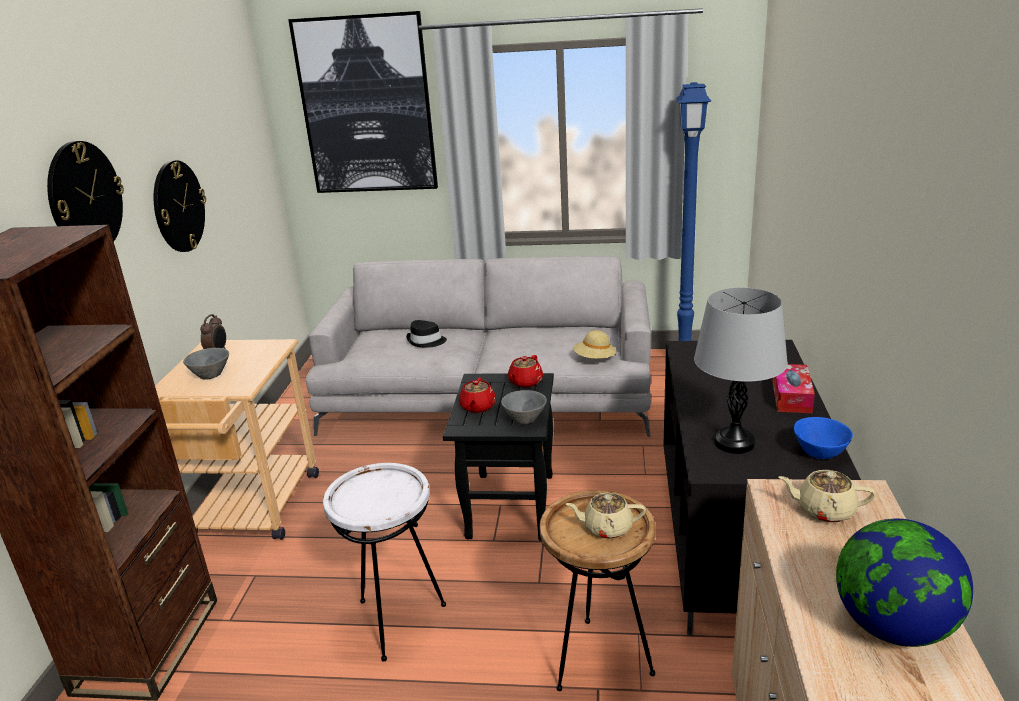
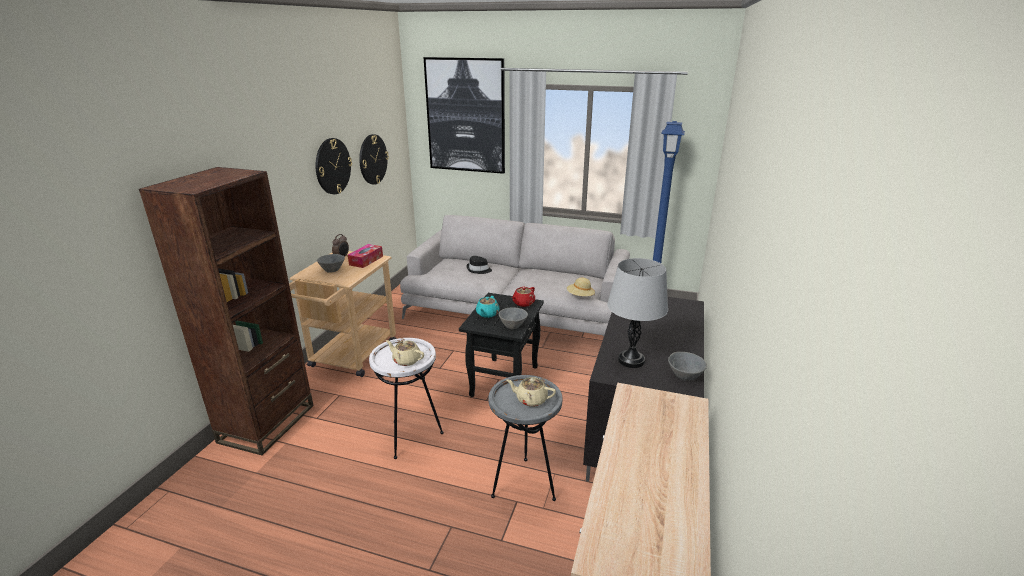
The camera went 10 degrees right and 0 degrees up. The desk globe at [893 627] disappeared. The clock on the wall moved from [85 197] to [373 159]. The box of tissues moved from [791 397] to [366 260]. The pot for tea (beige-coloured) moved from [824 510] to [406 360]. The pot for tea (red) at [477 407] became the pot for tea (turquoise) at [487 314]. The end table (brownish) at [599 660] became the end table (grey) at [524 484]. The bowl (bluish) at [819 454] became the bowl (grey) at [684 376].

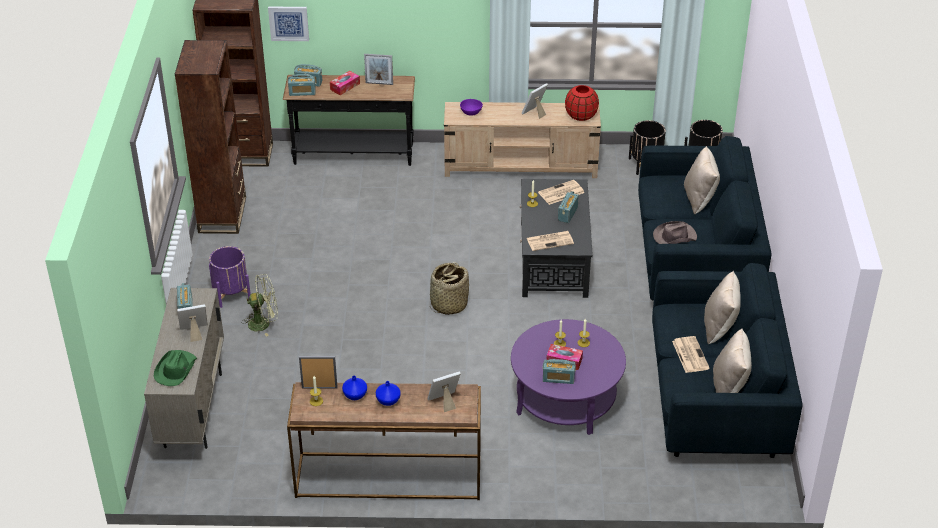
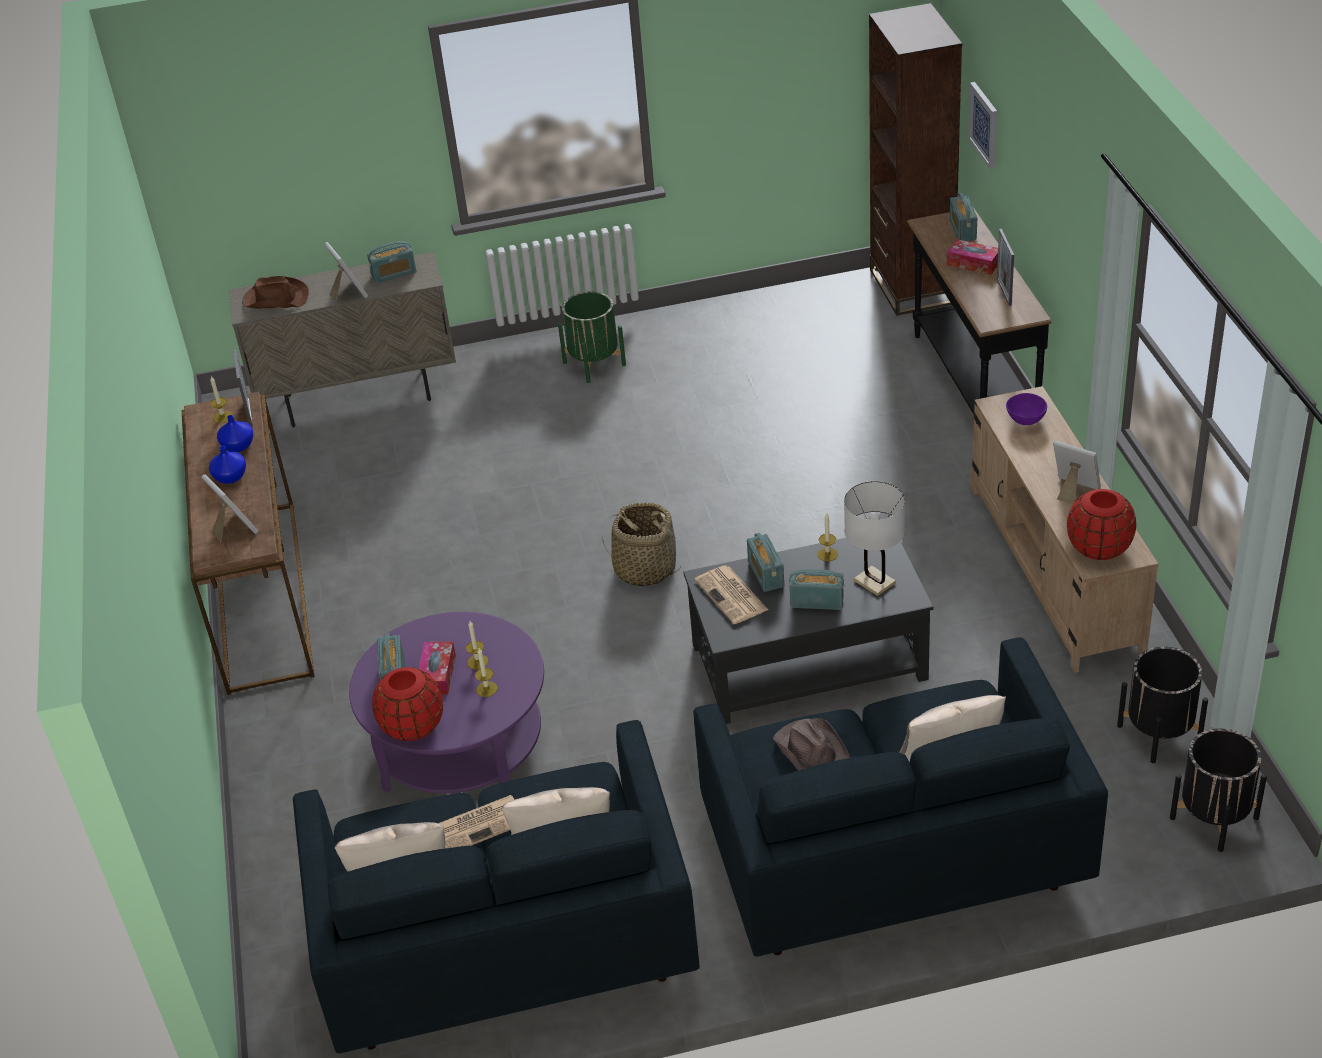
The camera went 80 degrees right and 0 degrees up. The bookcase (brownish) at [222 215] disappeared. The cooling fan (greenish) at [264 323] disappeared. The vase (red) at [413 726] appeared. The radio receiver moved from [302 92] to [765 574]. The newspaper at [560 193] was replaced by the lamp for a table (whitish) at [874 582]. The wearable hat (greenish) at [175 369] became the wearable hat (brownish) at [275 298]. The planter (purple-coloured) at [231 294] became the planter (greenish) at [594 363].

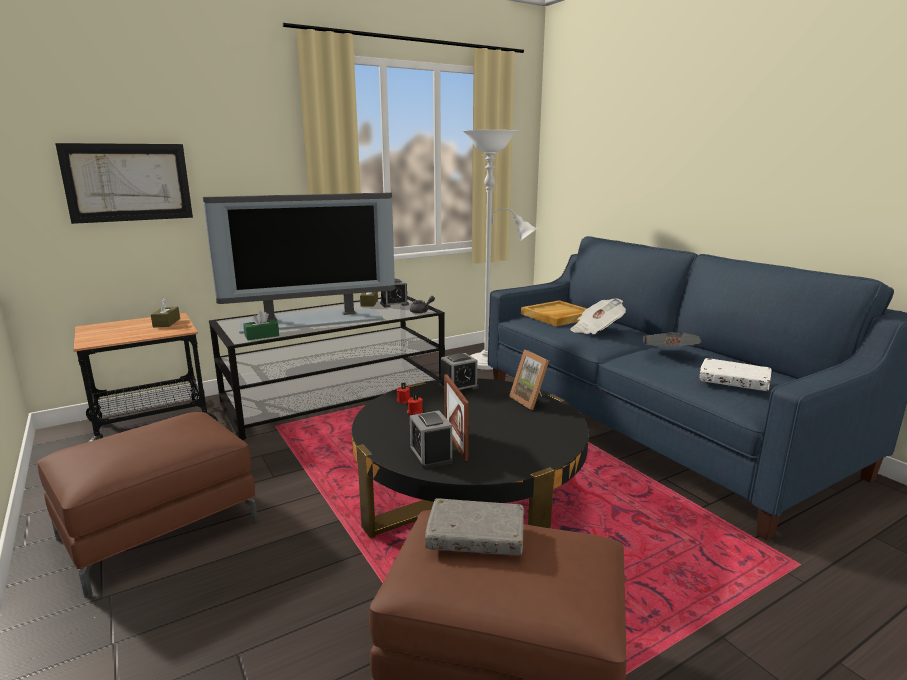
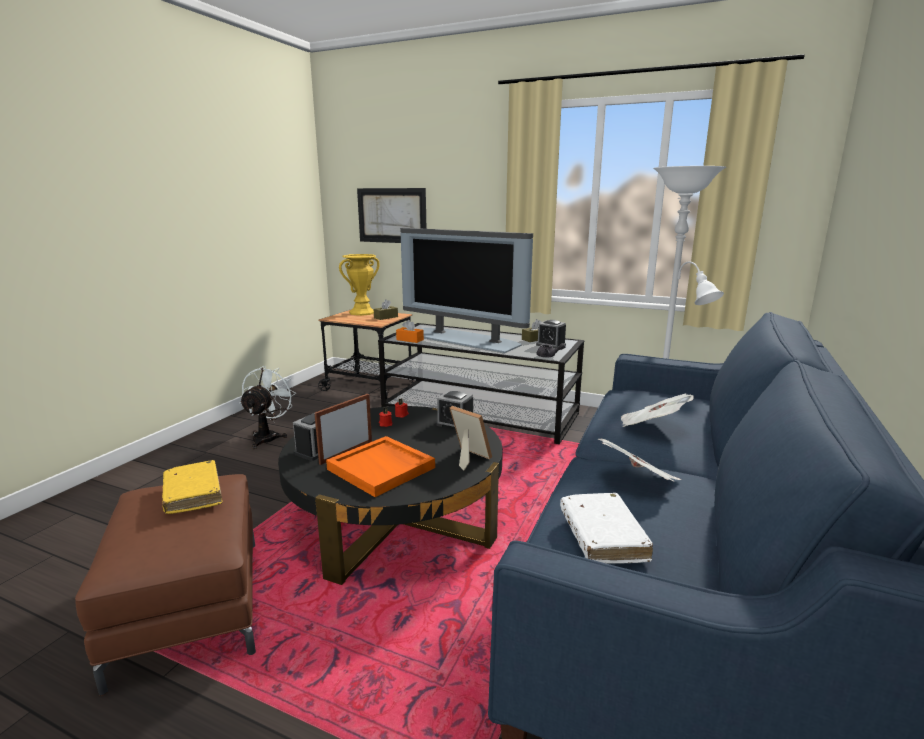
The camera went 55 degrees right and 0 degrees up. The serving tray (beige-coloured) at [557 316] disappeared. The serving tray (orange-coloured) at [382 468] appeared. The vase (yellowish) at [362 312] appeared. The ottoman (brownish) at [159 529] was replaced by the cooling fan (whitish) at [268 437]. The box of tissues (greenish) at [262 336] became the box of tissues (orange-coloured) at [410 340]. The bound book (grey) at [475 537] became the bound book (yellowish) at [193 494]. The photo frame at [531 400] turned 105 degrees clockwise.

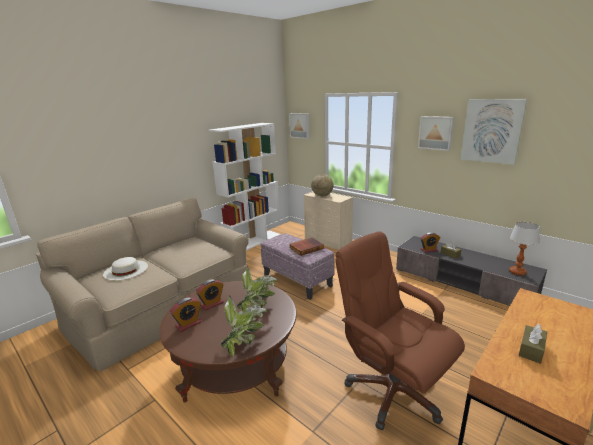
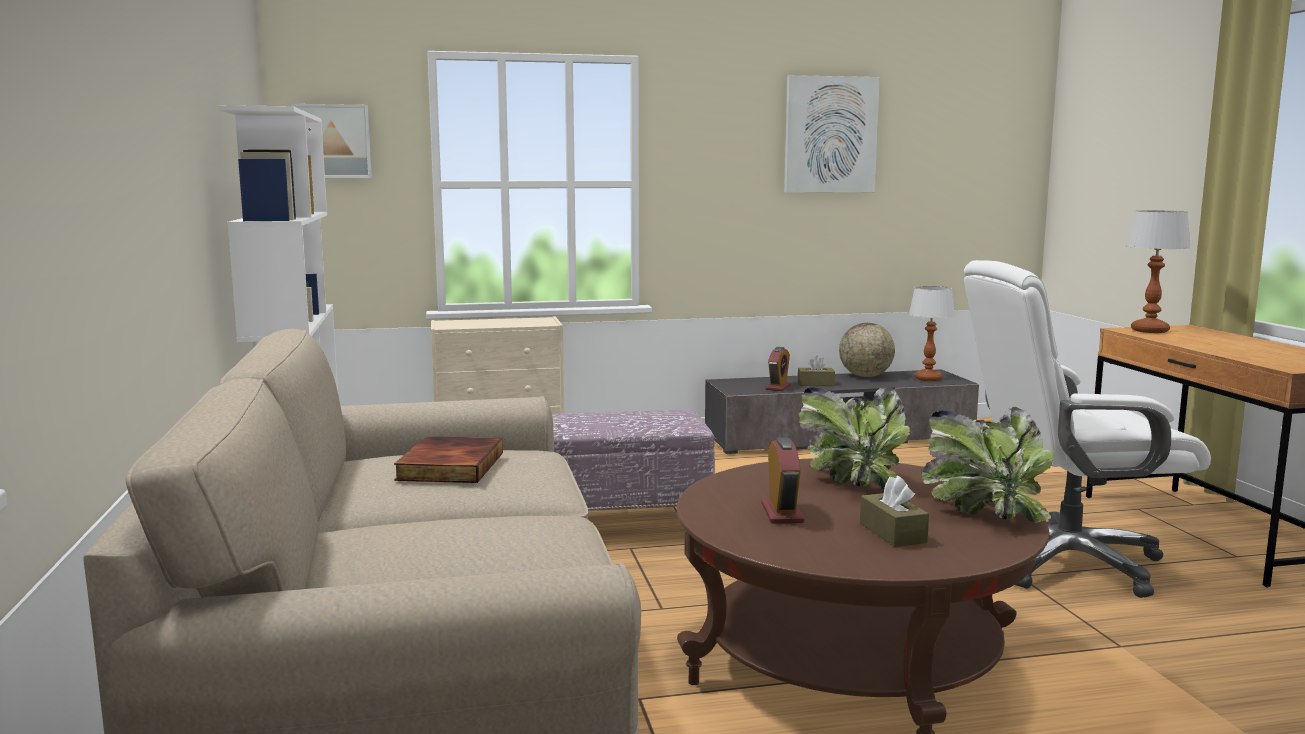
The camera went 55 degrees left and 10 degrees down. The wearable hat (whitish) at [126 270] disappeared. The bedside clock at [188 324] disappeared. The picture at [436 132] disappeared. The lamp for a table at [1149 331] appeared. The bound book moved from [306 247] to [448 466]. The desk globe moved from [322 195] to [865 376]. The box of tissues (brownish) moved from [531 349] to [892 533]. The desk chair (brownish) at [392 391] became the desk chair (whitish) at [1065 563].

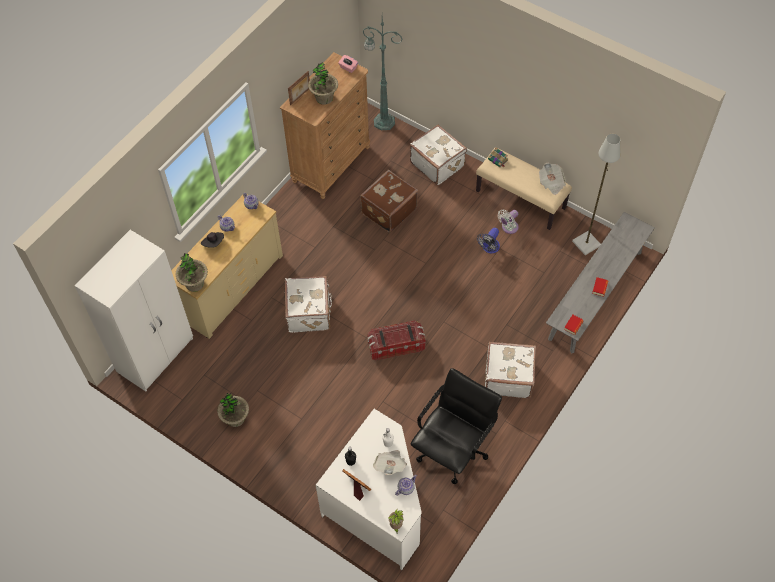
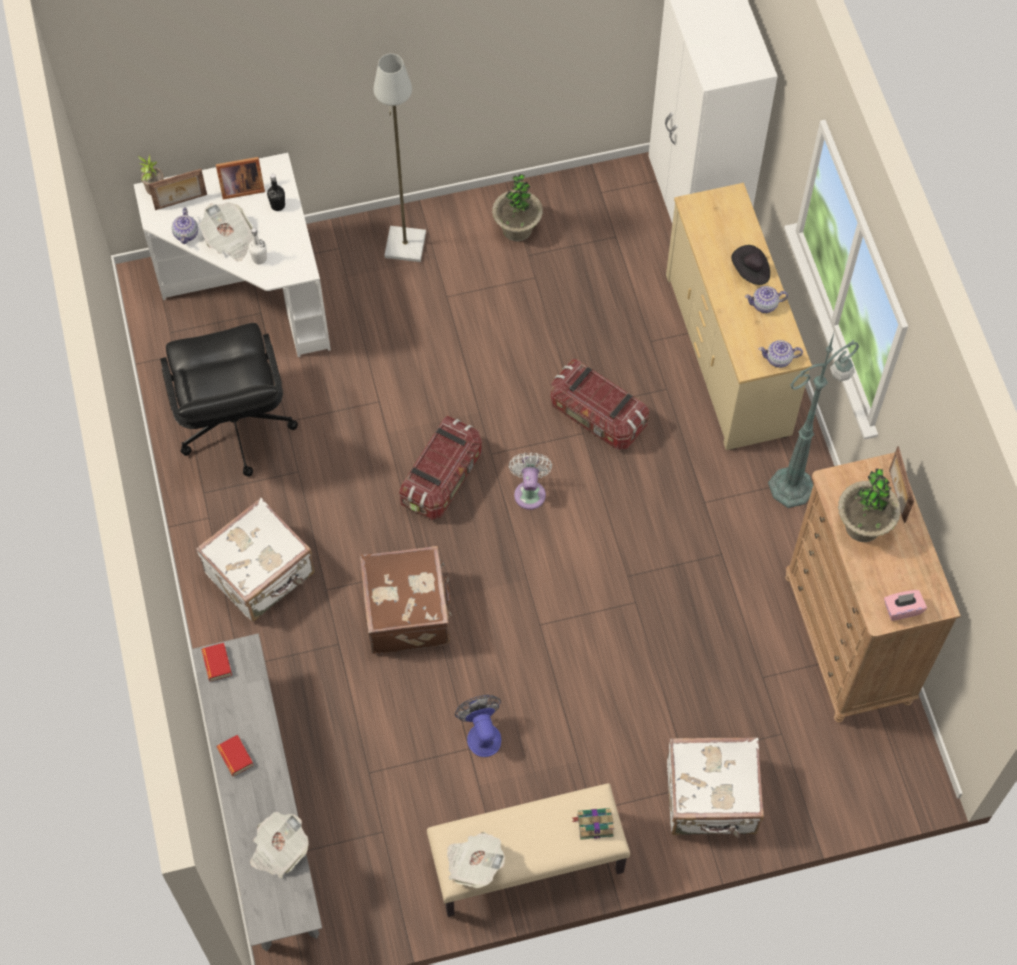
The camera went 130 degrees right and 5 degrees up. The potted plant at [194 284] disappeared. The photo frame at [181 202] appeared. The newspaper at [279 850] appeared. The piece of luggage (brownish) moved from [388 210] to [408 612]. The floor lamp (greenish) moved from [383 121] to [793 486]. The cooling fan (whitish) moved from [508 228] to [530 491]. The floor lamp (grey) moved from [587 243] to [404 245]. The piece of luggage (whitish) at [309 312] was replaced by the storage container at [597 416].

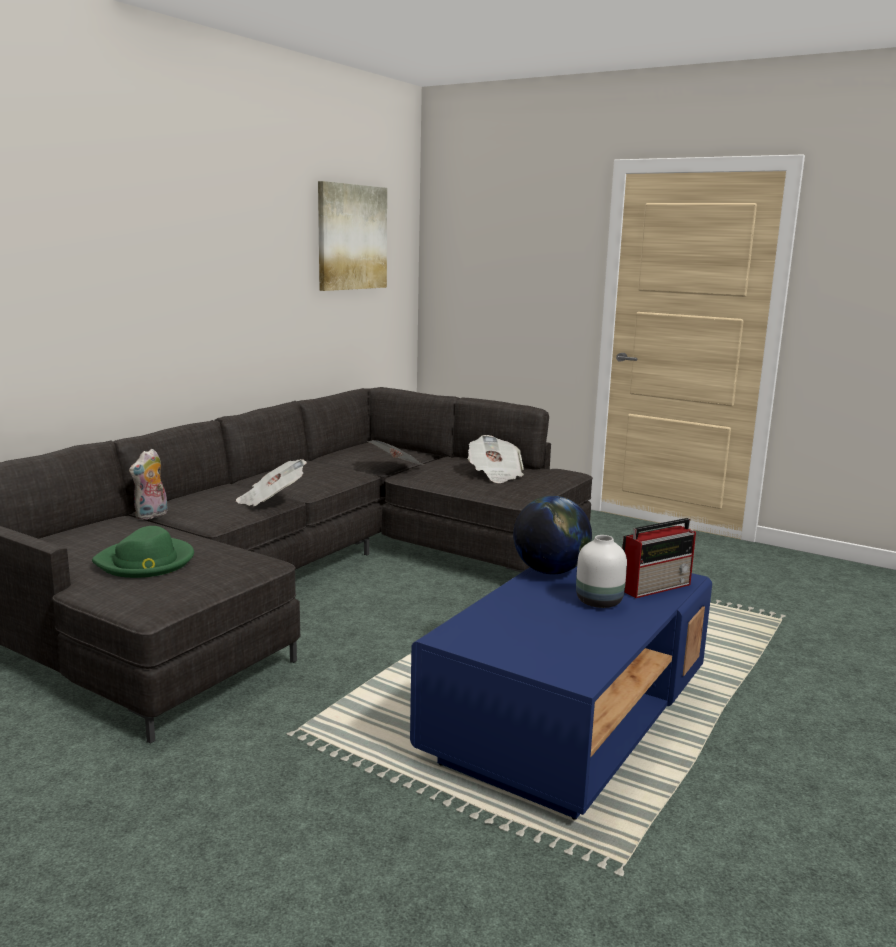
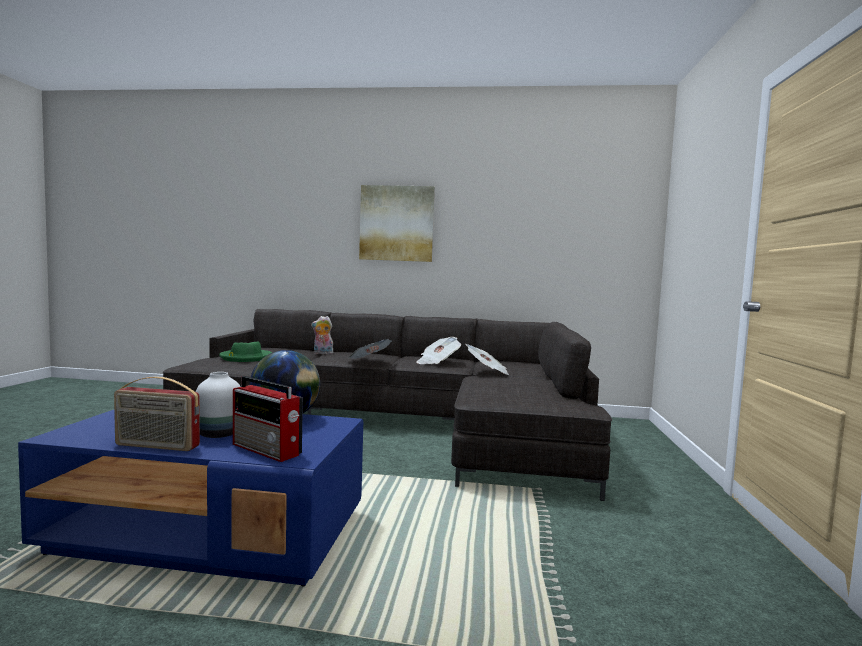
The camera went 65 degrees right and 10 degrees down. The radio receiver at [156 446] appeared. The picture moved from [351 237] to [397 223]. The newspaper moved from [495 475] to [437 362].

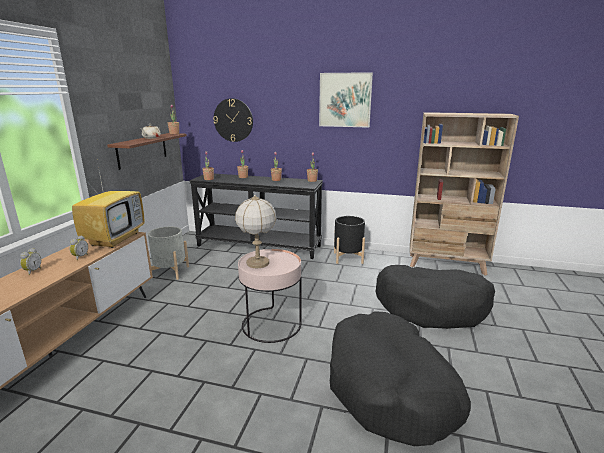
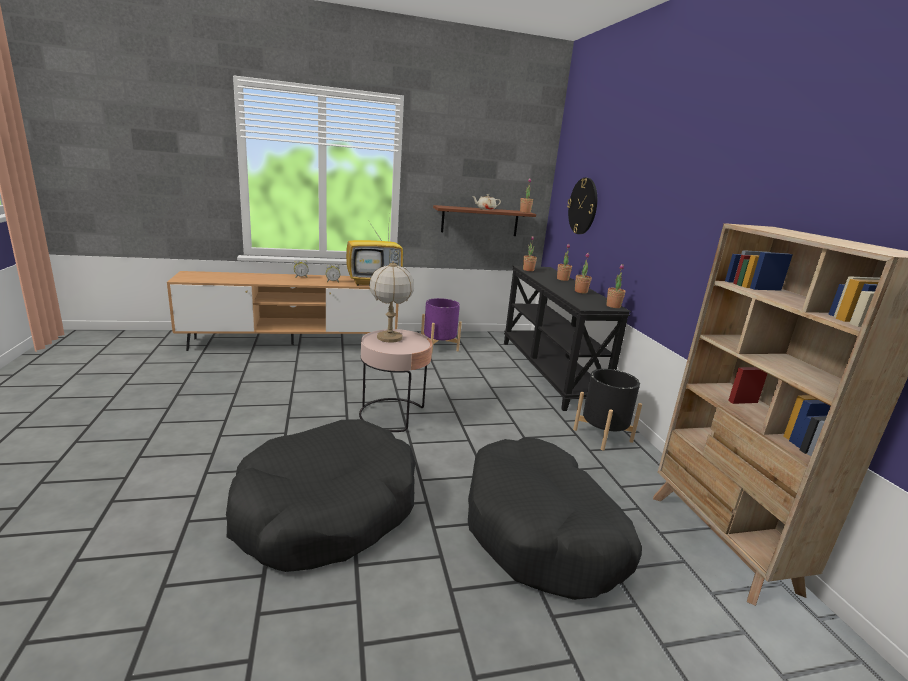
The camera went 60 degrees right and 0 degrees up. The picture at [345 100] disappeared. The planter (grey) at [170 272] became the planter (purple-coloured) at [439 346].

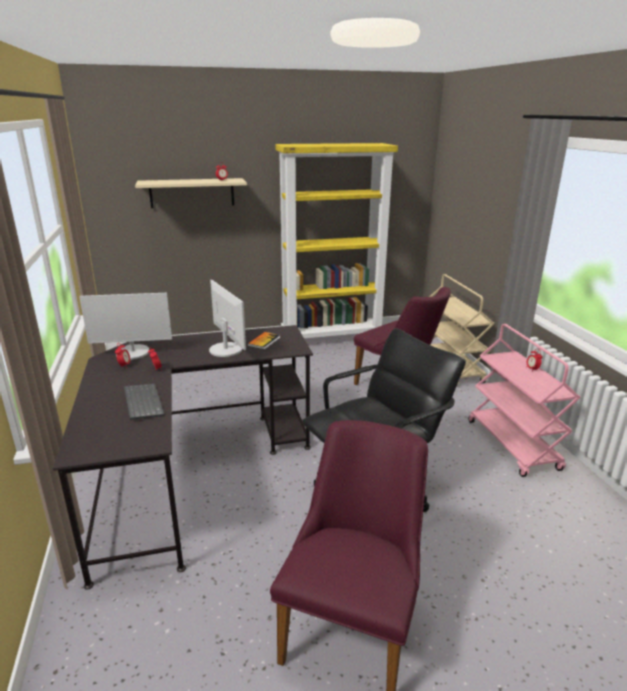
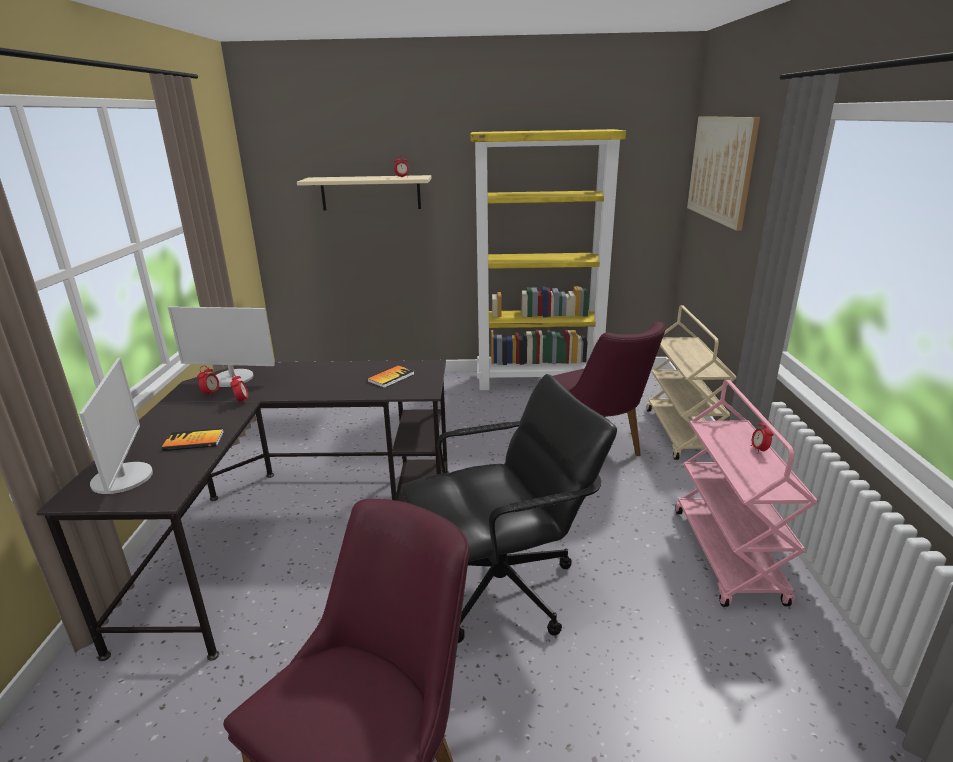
The camera went 15 degrees right and 0 degrees up. The picture at [721 169] appeared. The monitor moved from [226 349] to [123 478]. The computer keyboard at [142 402] was replaced by the bound book at [194 441].

